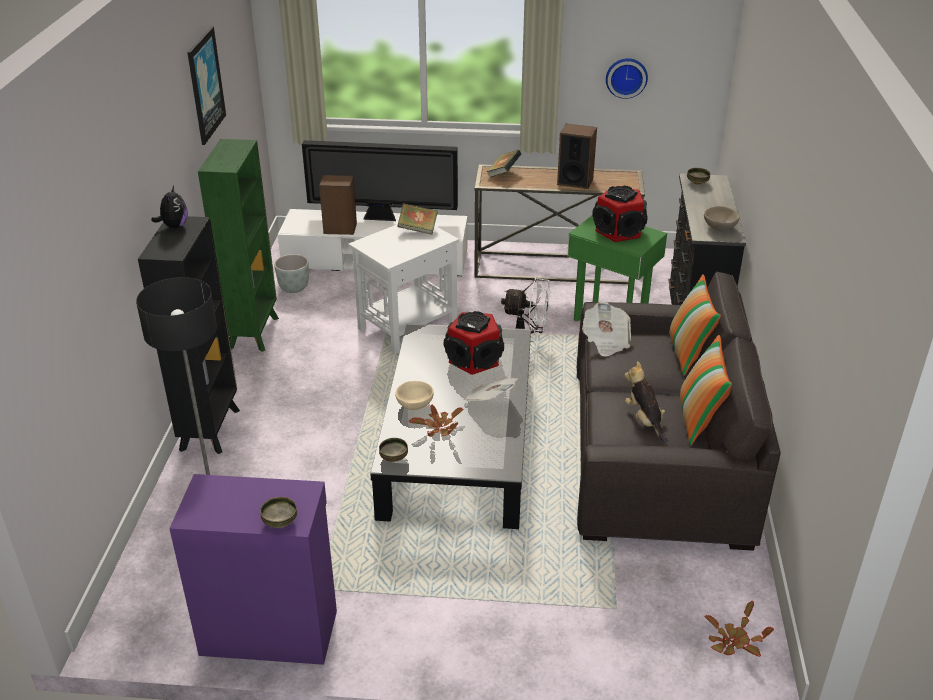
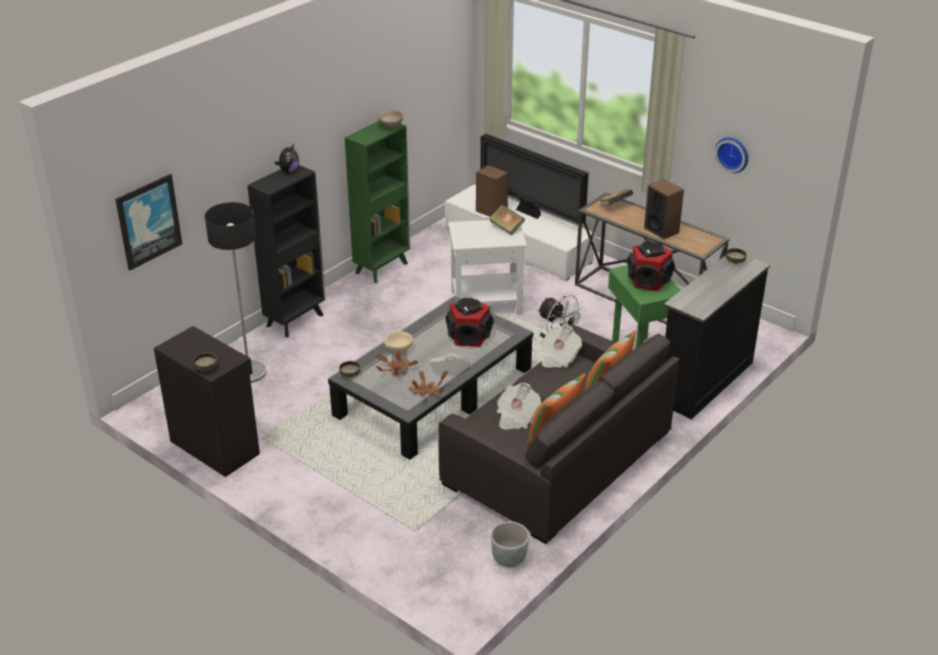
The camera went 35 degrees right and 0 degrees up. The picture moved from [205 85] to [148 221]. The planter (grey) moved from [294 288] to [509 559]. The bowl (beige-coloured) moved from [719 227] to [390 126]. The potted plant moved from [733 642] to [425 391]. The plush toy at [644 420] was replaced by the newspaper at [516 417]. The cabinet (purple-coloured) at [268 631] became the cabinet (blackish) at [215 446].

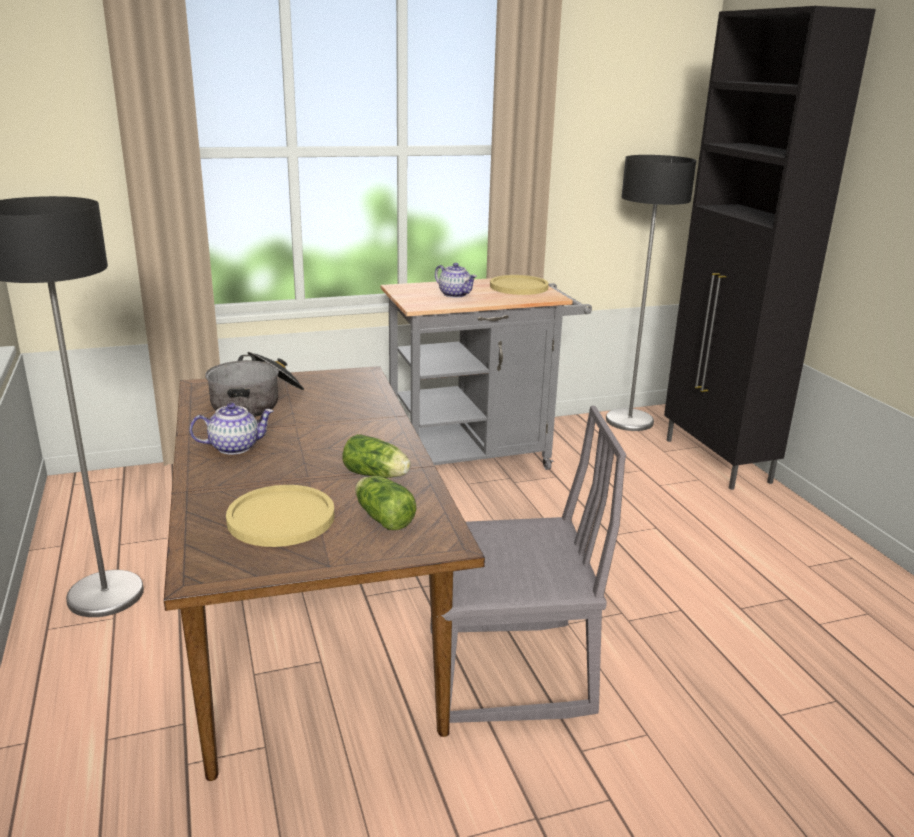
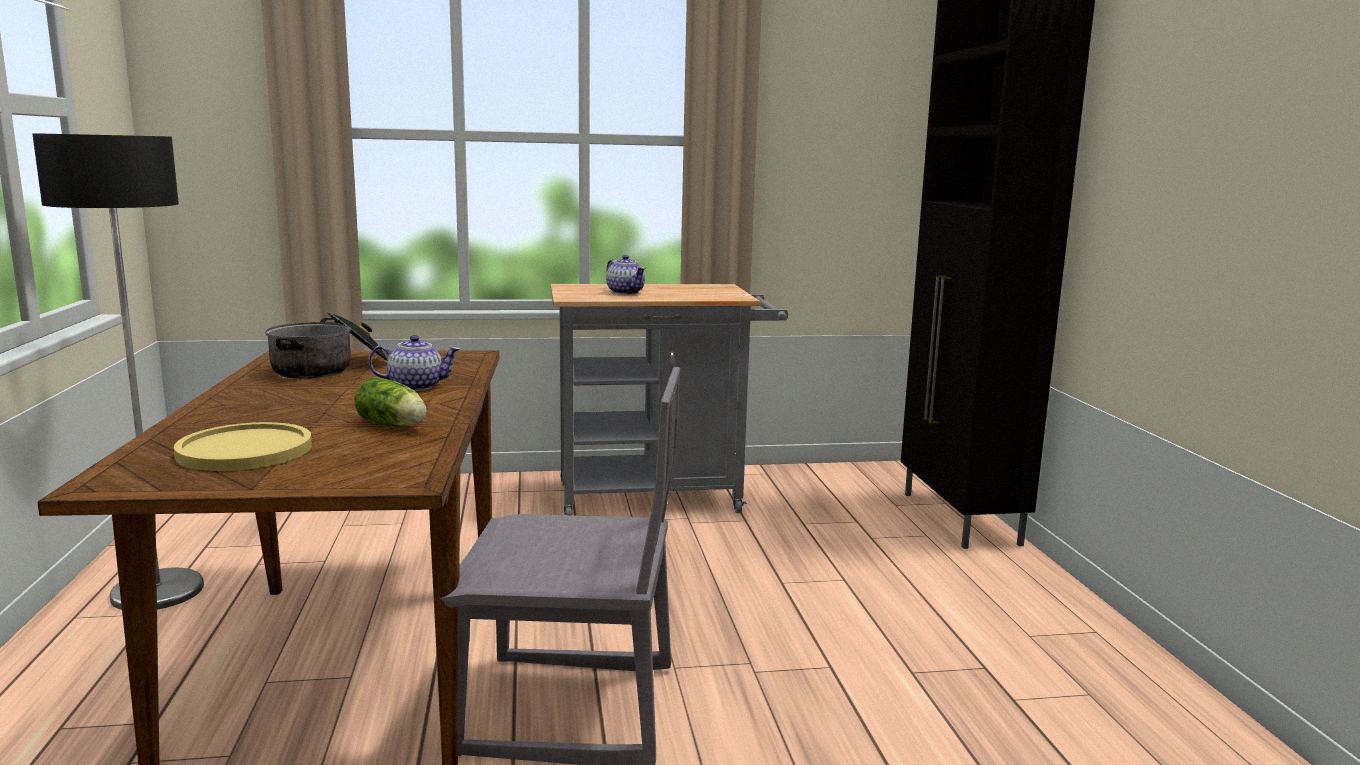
The camera went 10 degrees right and 10 degrees down. The lettuce at [382 517] disappeared. The flat dish (yellowish) at [518 287] disappeared. The floor lamp at [630 421] disappeared. The pot for tea moved from [235 447] to [416 386].

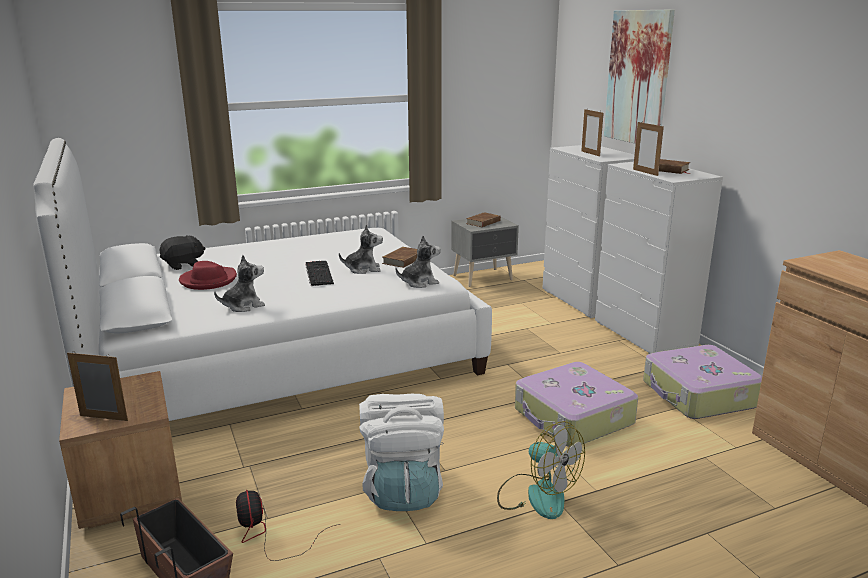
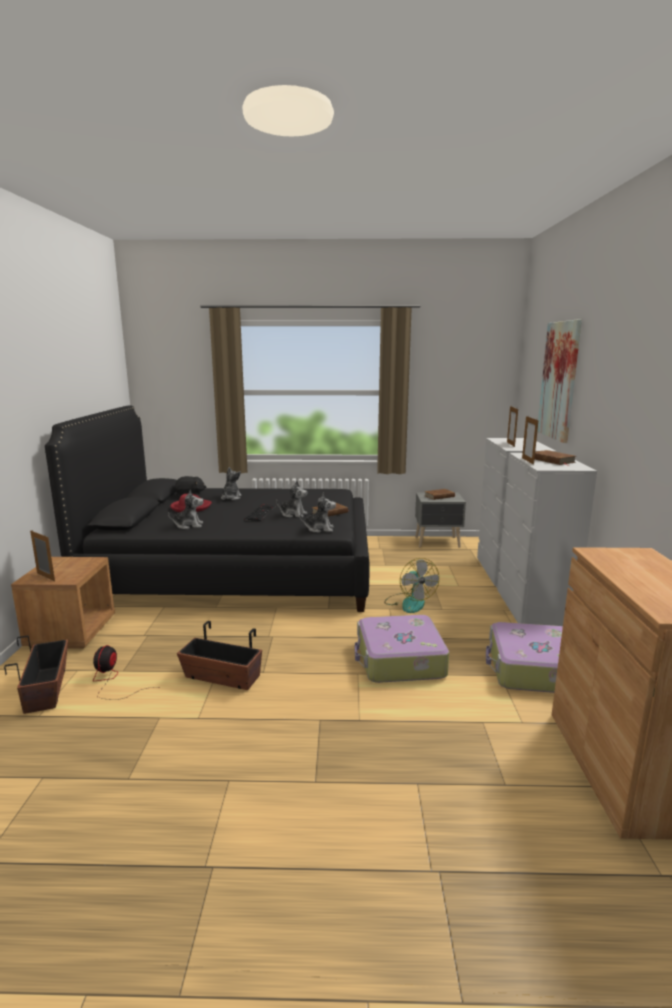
The camera went 25 degrees right and 5 degrees down. The plush toy at [231 498] appeared. The cooling fan moved from [537 495] to [409 602]. The knapsack (whitish) at [403 489] was replaced by the planter at [222 677]. The bedroom bed (whitish) at [277 356] became the bedroom bed (blackish) at [236 570].

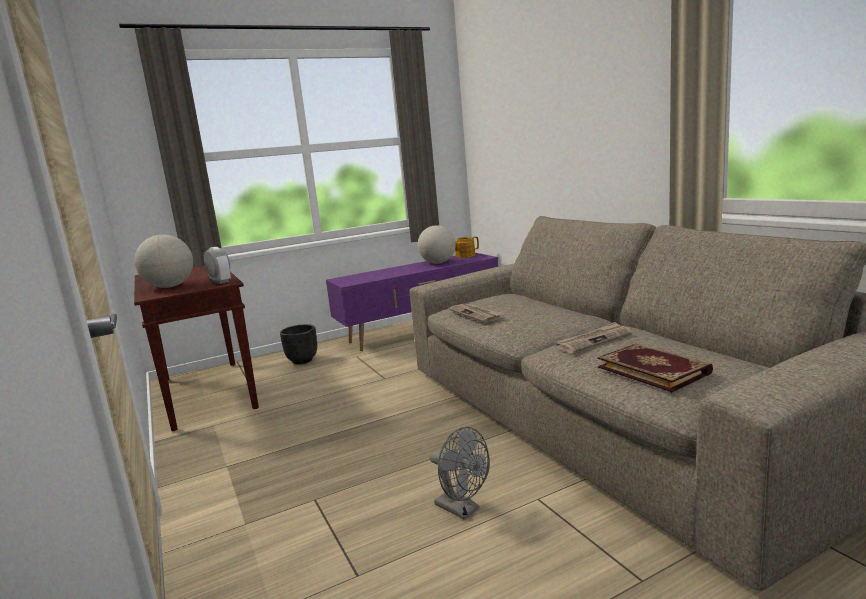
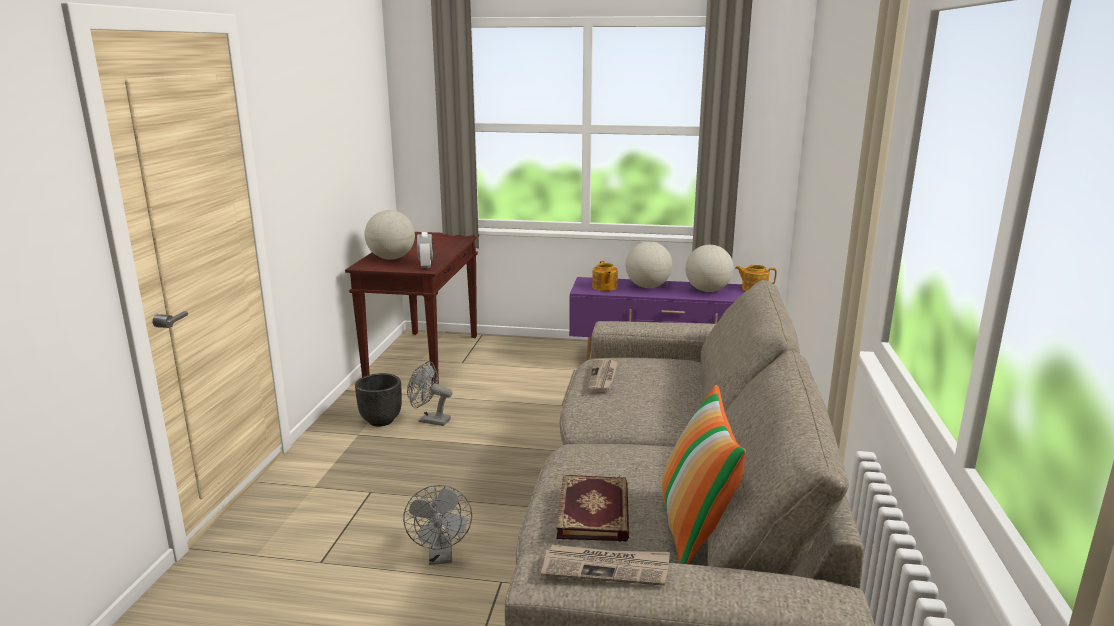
The camera went 35 degrees right and 5 degrees up. The cooling fan (grey) at [430 420] appeared. The pot for tea at [604 287] appeared. The desk globe at [647 287] appeared. The cushion at [696 528] appeared. The planter (blackish) moved from [302 360] to [381 420]. The newspaper moved from [593 340] to [606 567].

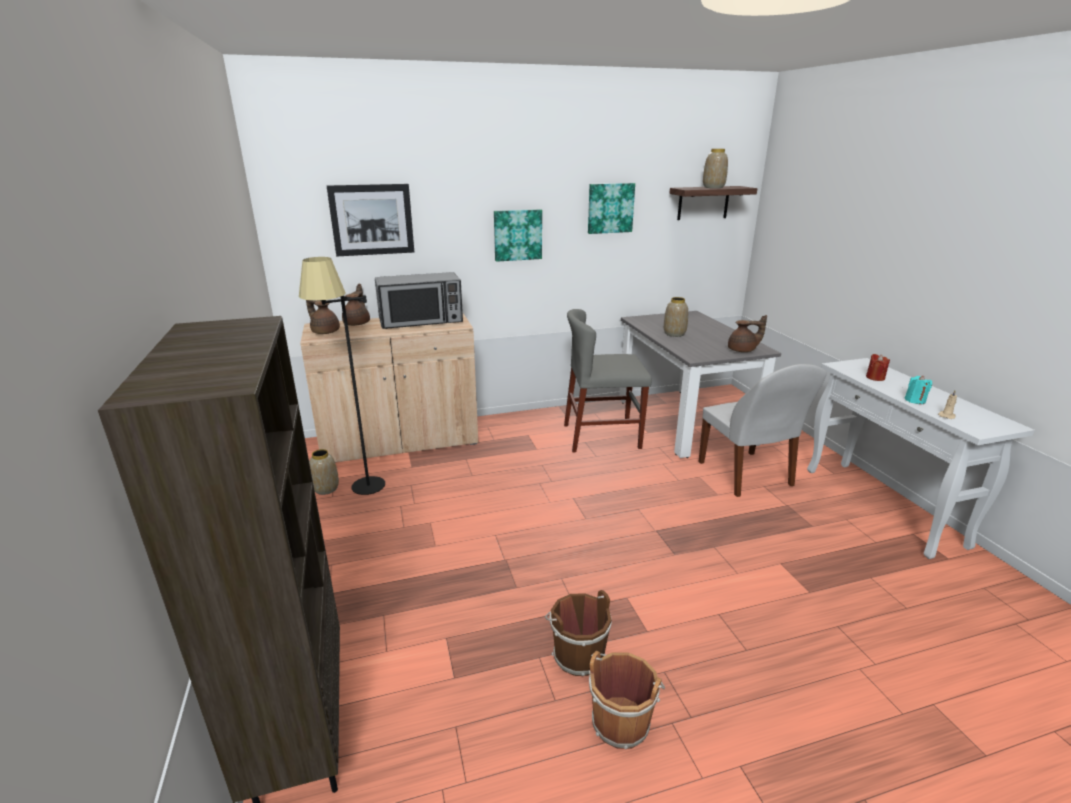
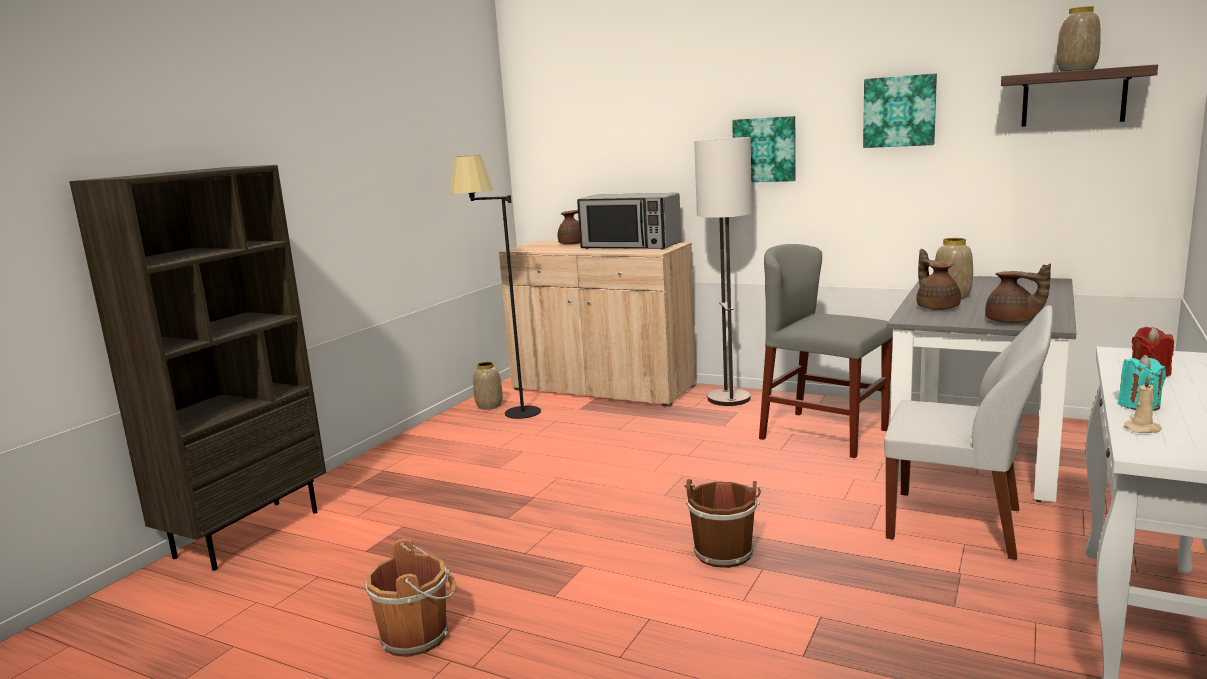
The camera went 45 degrees right and 10 degrees down. The picture at [372 220] disappeared. The floor lamp at [728 398] appeared. The pot for tea (brownish) moved from [325 331] to [936 307]. The water bucket (brownish) moved from [577 654] to [723 551]. The upright chair (whitish) at [746 475] turned 90 degrees counterclockwise.

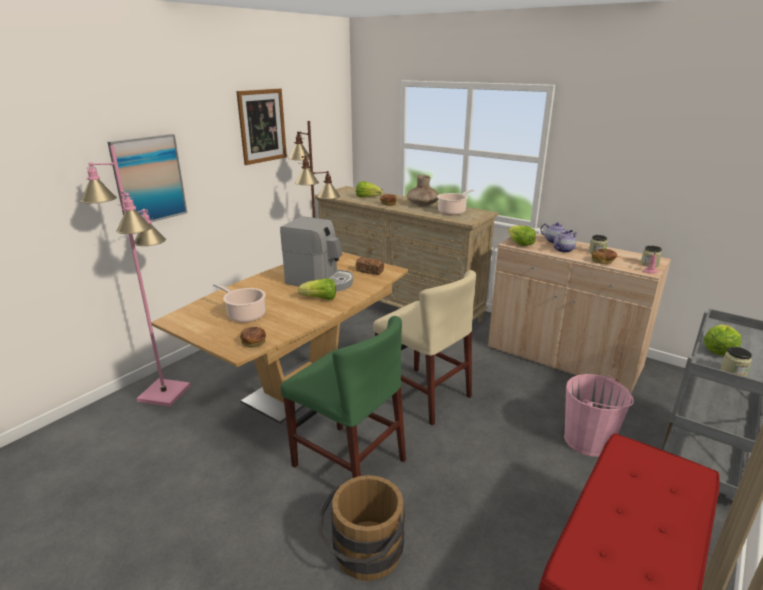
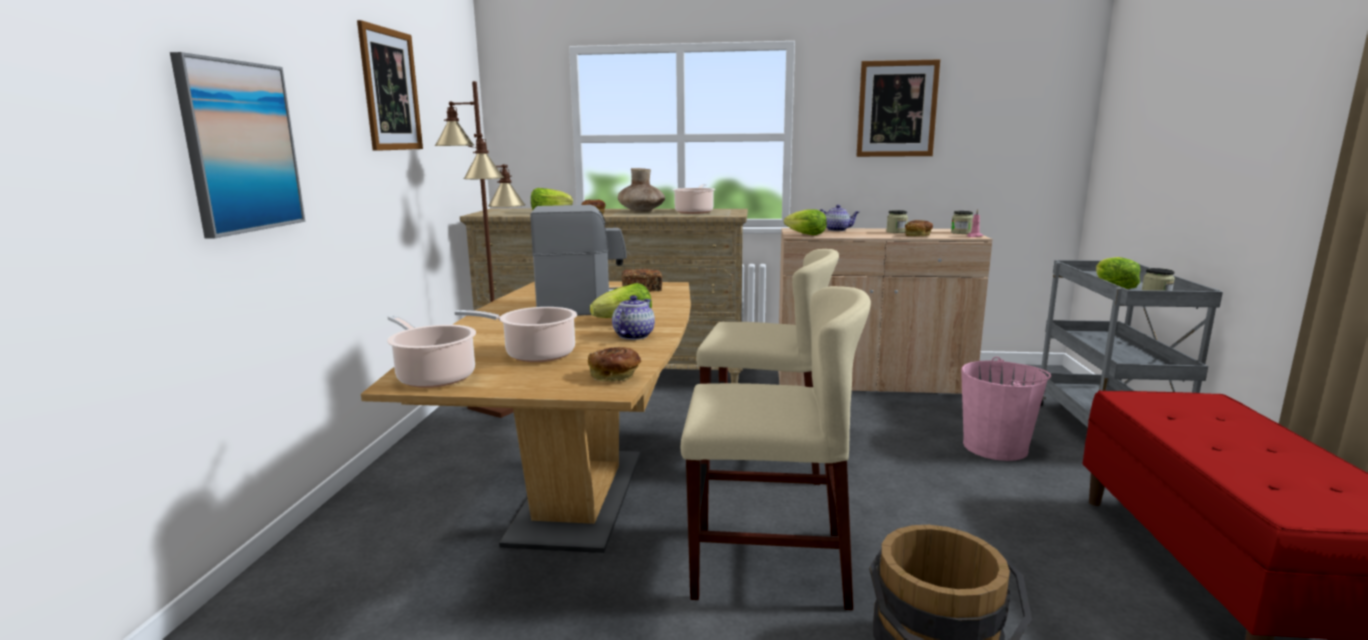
The camera went 30 degrees left and 10 degrees down. The floor lamp (pink-coloured) at [164 393] disappeared. The cooking pot at [434 376] appeared. The picture at [897 109] appeared. The pot for tea moved from [563 250] to [633 335]. The upright chair (greenish) at [348 463] became the upright chair (beige-coloured) at [768 564].

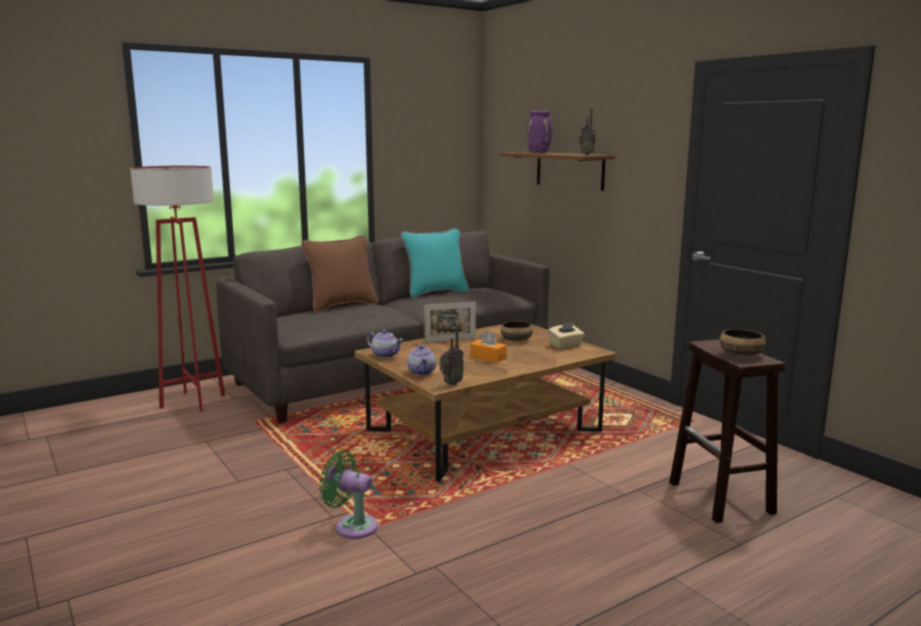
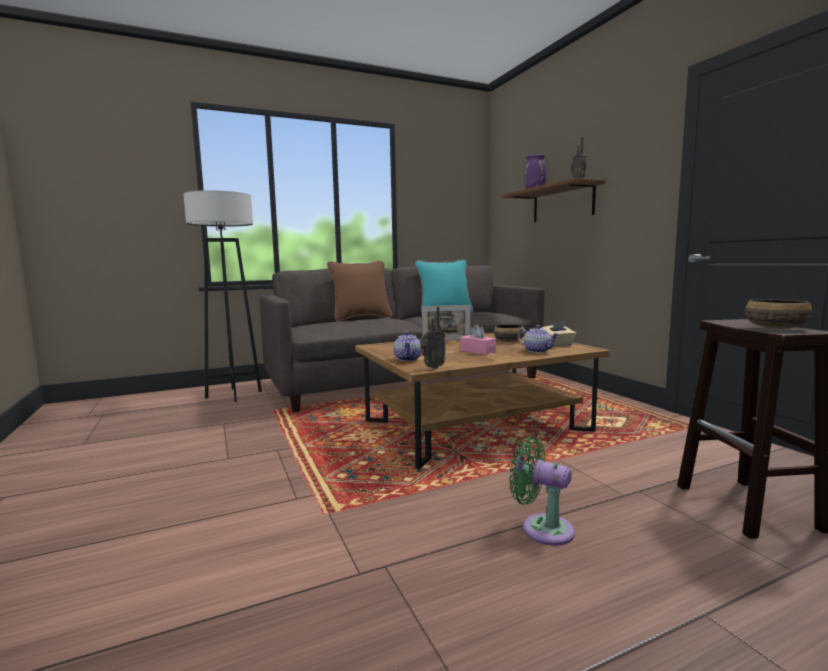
The camera went 10 degrees right and 5 degrees down. The cooling fan (greenish) moved from [352 526] to [542 528]. The pot for tea moved from [385 355] to [537 351]. The floor lamp (red) at [192 401] became the floor lamp (grey) at [233 394]. The box of tissues (orange-coloured) at [488 357] became the box of tissues (pink-coloured) at [477 351].

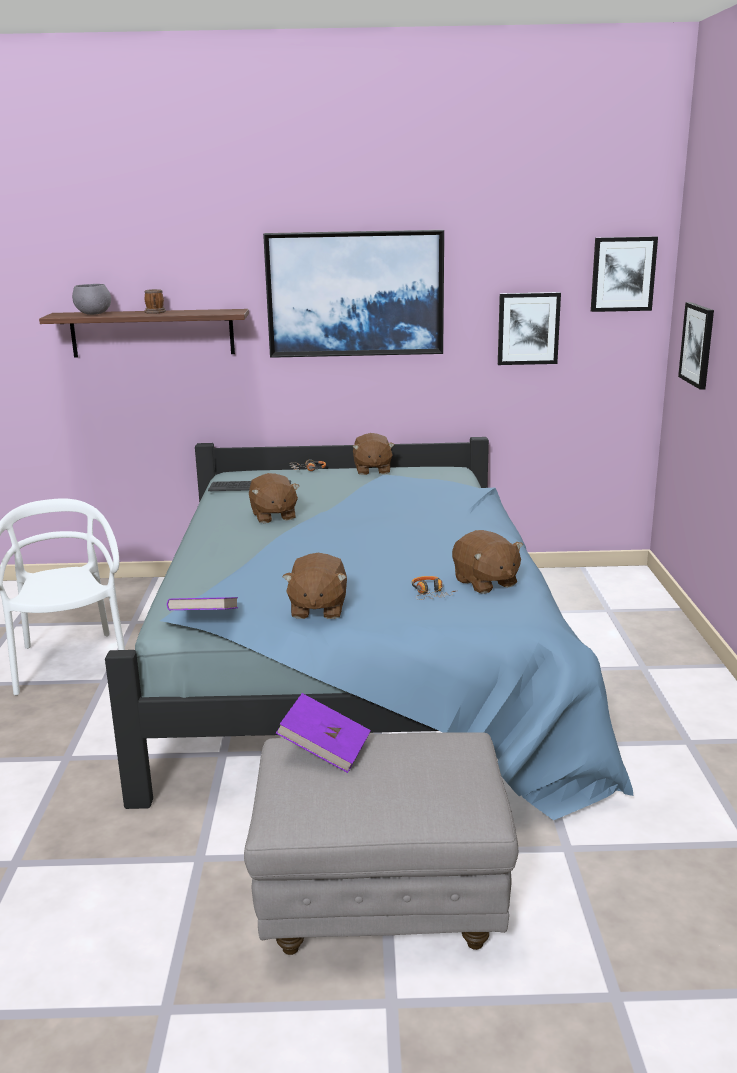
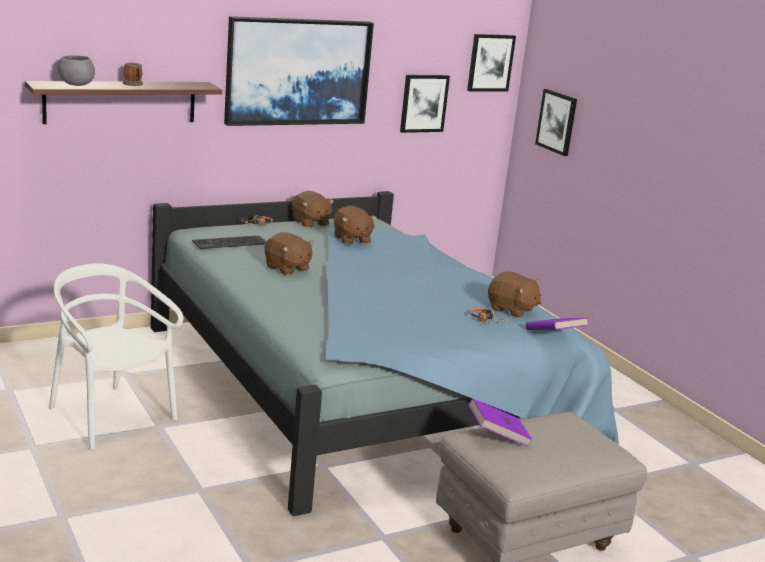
The camera went 30 degrees left and 0 degrees up. The bound book (purple-coloured) moved from [205 621] to [554 336]. The plush toy (brownish) moved from [317 609] to [351 239].

